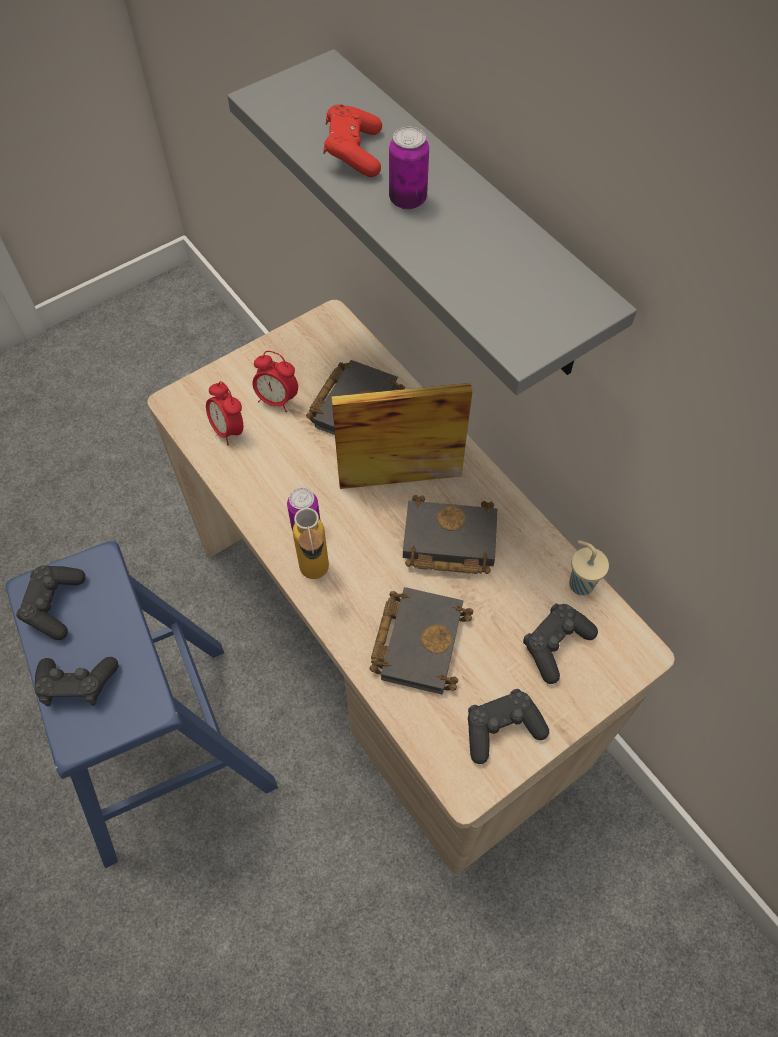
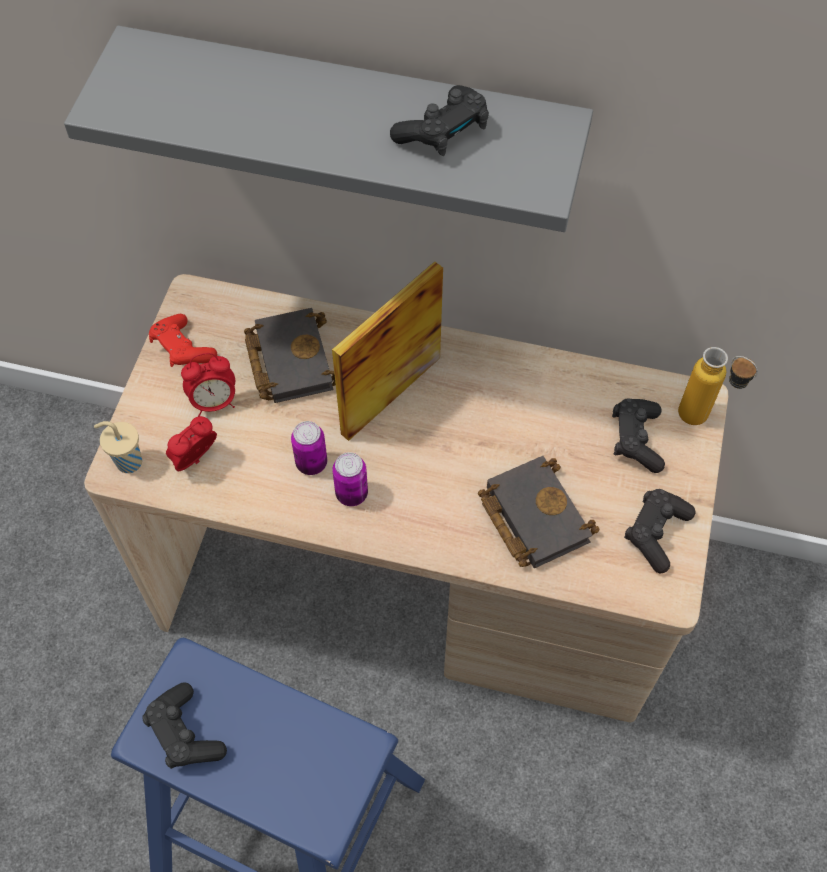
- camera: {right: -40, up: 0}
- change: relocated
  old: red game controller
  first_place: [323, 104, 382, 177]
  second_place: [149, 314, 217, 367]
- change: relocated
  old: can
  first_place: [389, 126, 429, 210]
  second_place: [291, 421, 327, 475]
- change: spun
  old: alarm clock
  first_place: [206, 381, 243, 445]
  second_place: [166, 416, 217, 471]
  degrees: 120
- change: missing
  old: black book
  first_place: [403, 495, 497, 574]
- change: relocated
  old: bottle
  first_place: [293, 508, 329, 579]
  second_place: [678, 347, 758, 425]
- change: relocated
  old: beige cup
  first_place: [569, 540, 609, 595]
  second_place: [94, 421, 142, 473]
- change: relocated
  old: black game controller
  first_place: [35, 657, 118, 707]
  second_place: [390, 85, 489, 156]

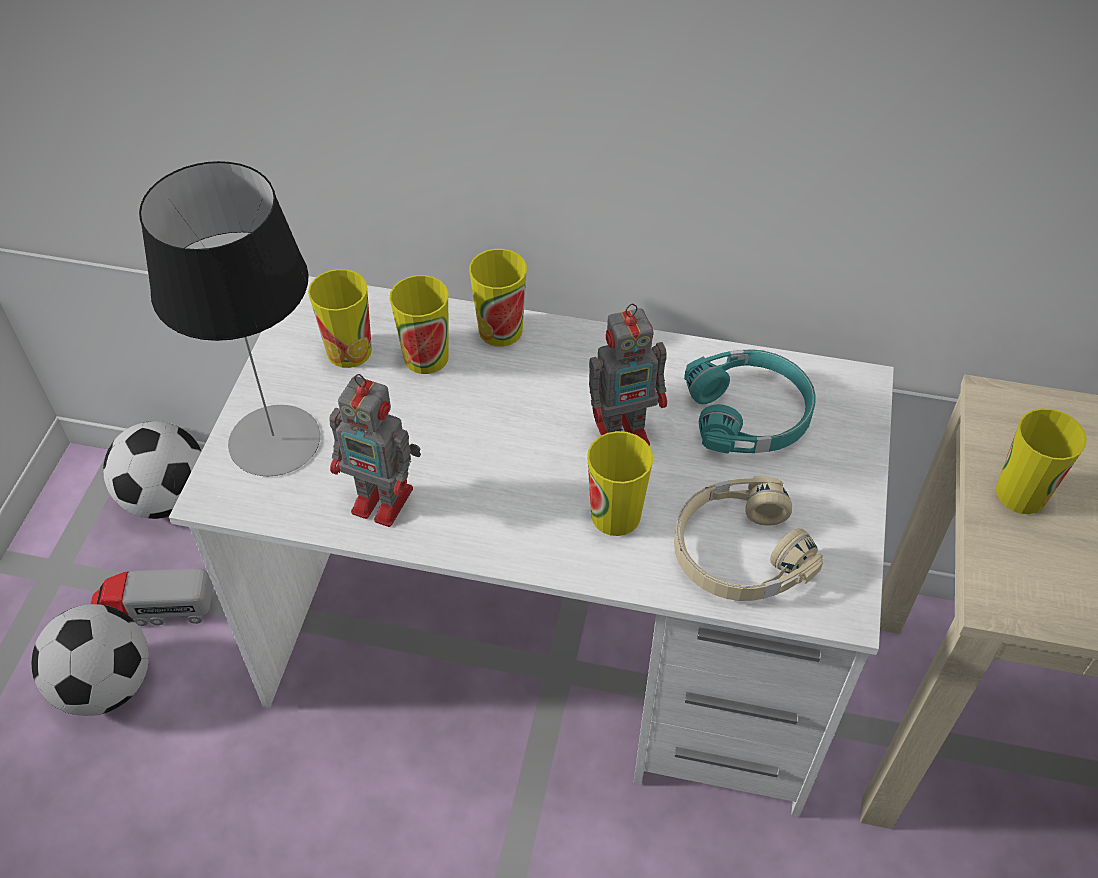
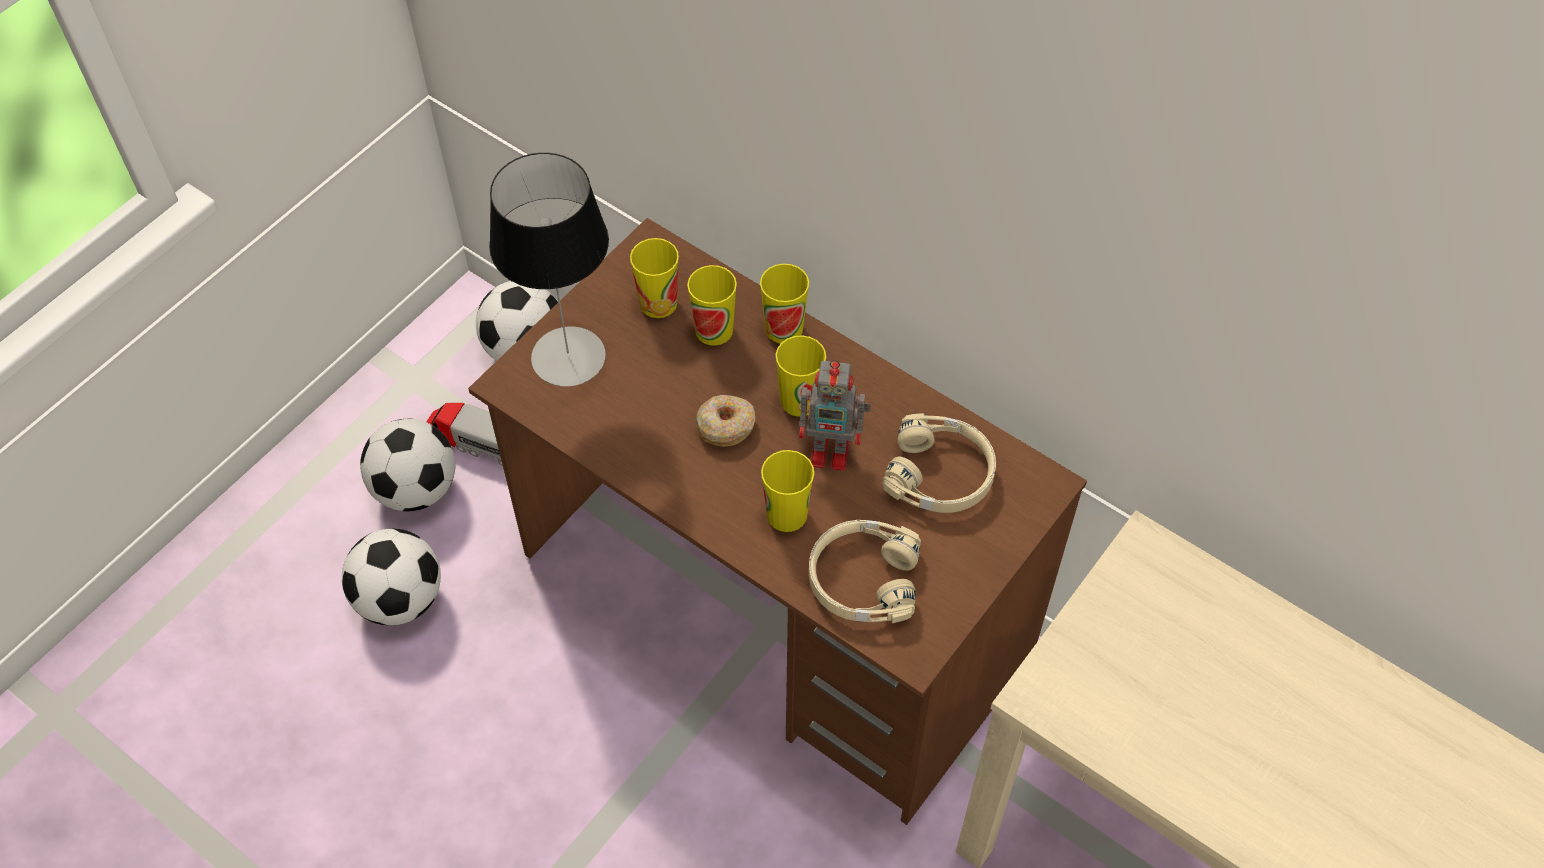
- camera: {right: 25, up: 5}
- change: colour
  old: white desk
  new: brown desk
  first_place: [169, 276, 894, 817]
  second_place: [468, 218, 1087, 825]
- change: colour
  old: turquoise headphones
  new: beige headphones
  first_place: [684, 349, 816, 454]
  second_place: [882, 413, 996, 513]
- change: missing
  old: toy robot
  first_place: [329, 374, 421, 527]
- change: relocated
  old: cup
  first_place: [996, 408, 1087, 514]
  second_place: [776, 335, 826, 417]
- change: appeared
  new: donut
  second_place: [695, 395, 755, 447]
- change: appeared
  new: football
  second_place: [342, 529, 441, 626]

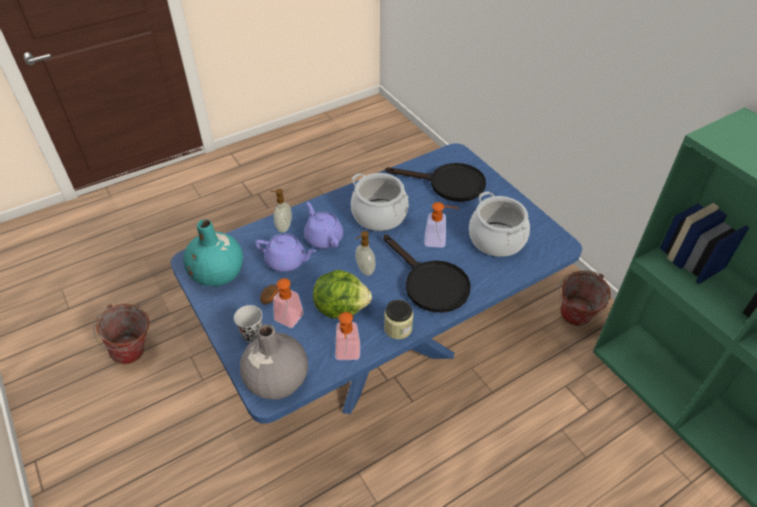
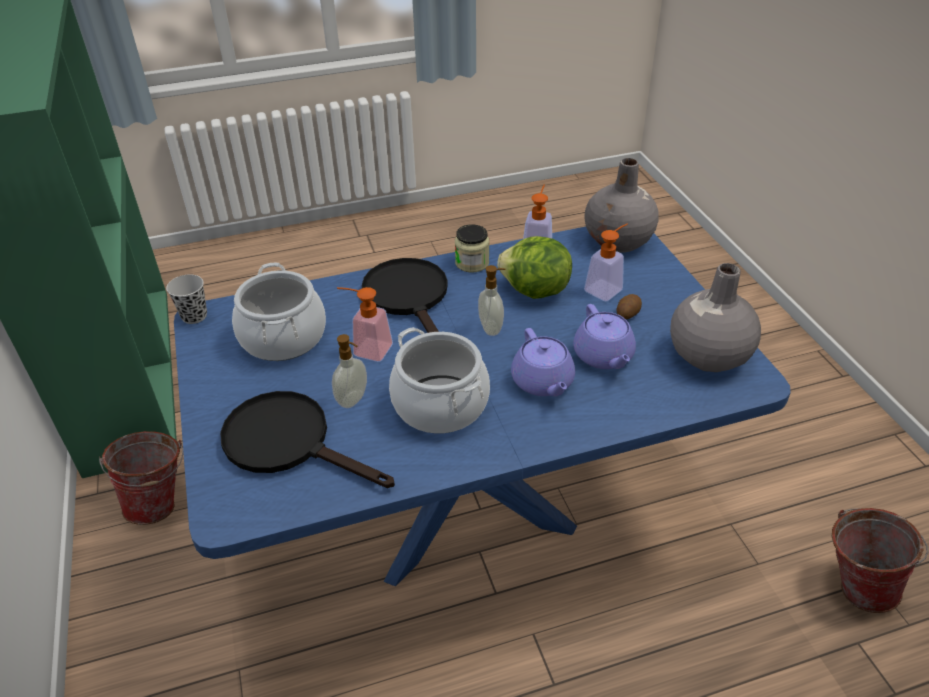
- camera: {right: -165, up: -5}
- change: relocated
  old: soap dispenser
  first_place: [270, 189, 292, 233]
  second_place: [332, 334, 367, 408]
- change: colour
  old: turquoise vase
  new: grey vase
  first_place: [183, 219, 243, 286]
  second_place: [670, 263, 761, 372]
- change: spun
  old: purple teapot
  first_place: [255, 234, 317, 272]
  second_place: [573, 304, 636, 369]
  degrees: -135
- change: relocated
  old: black cup
  first_place: [234, 305, 262, 343]
  second_place: [166, 274, 207, 324]

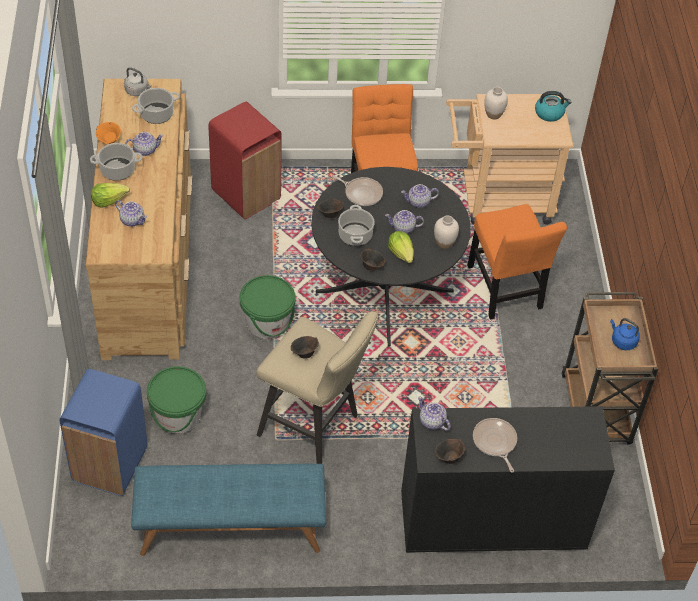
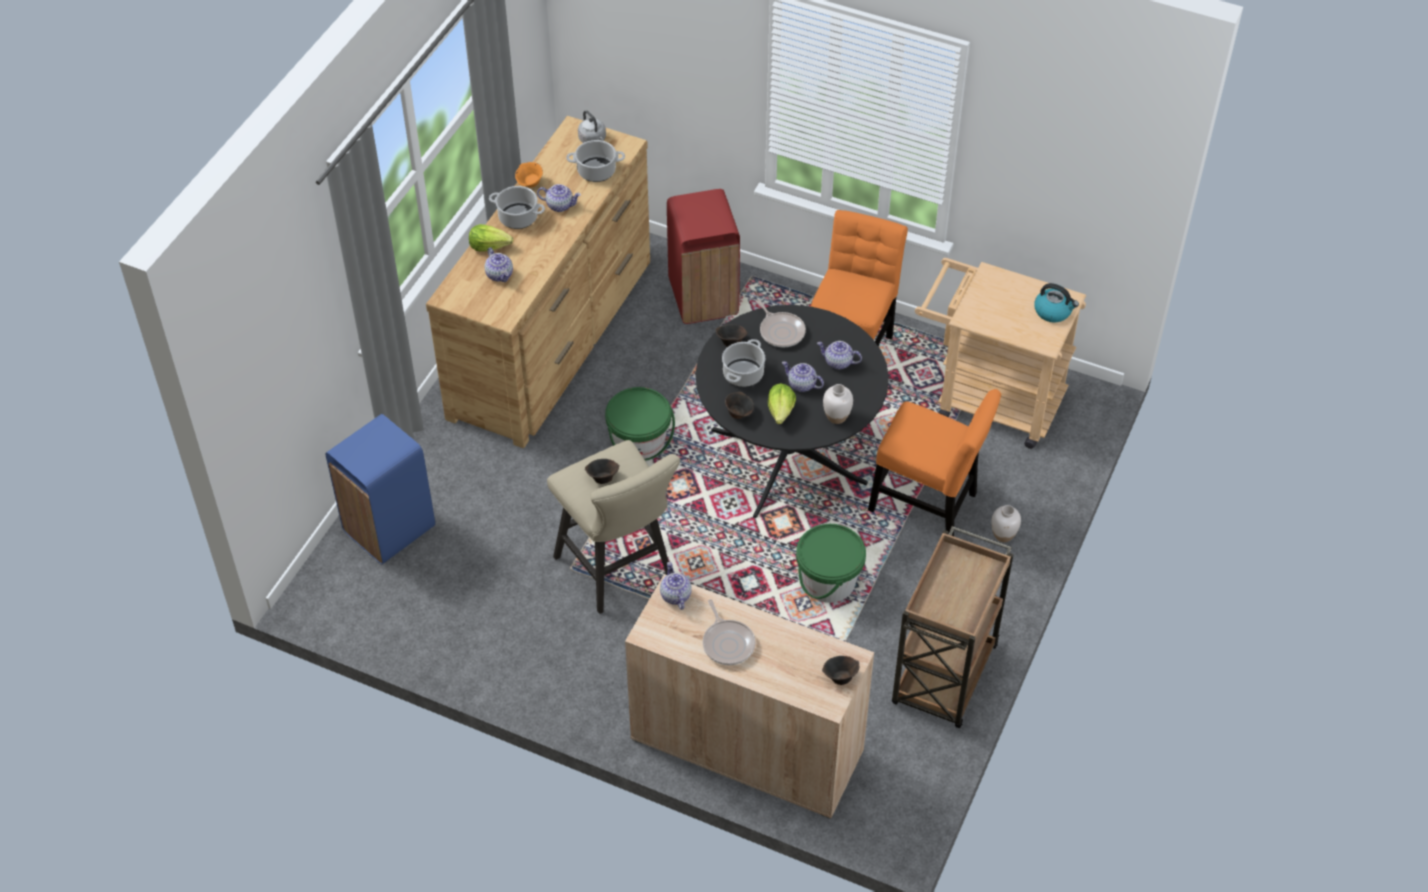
- camera: {right: 30, up: 0}
- change: relocated
  old: white vase
  first_place: [484, 87, 508, 120]
  second_place: [991, 505, 1021, 542]
- change: spun
  old: orange chair
  first_place: [467, 204, 567, 320]
  second_place: [868, 389, 1001, 536]
  degrees: -75
- change: missing
  old: blue kettle
  first_place: [610, 318, 640, 350]
- change: relocated
  old: green bucket
  first_place: [147, 366, 206, 433]
  second_place: [796, 524, 866, 603]
- change: colour
  old: black cabinet
  new: beige cabinet
  first_place: [401, 406, 615, 553]
  second_place: [625, 574, 874, 819]
- change: spun
  old: frying pan
  first_place: [473, 418, 517, 472]
  second_place: [703, 599, 756, 665]
  degrees: 150
- change: relocated
  old: brown bowl
  first_place: [435, 439, 465, 464]
  second_place: [822, 656, 859, 685]
- change: missing
  old: blue bench
  first_place: [131, 464, 326, 556]

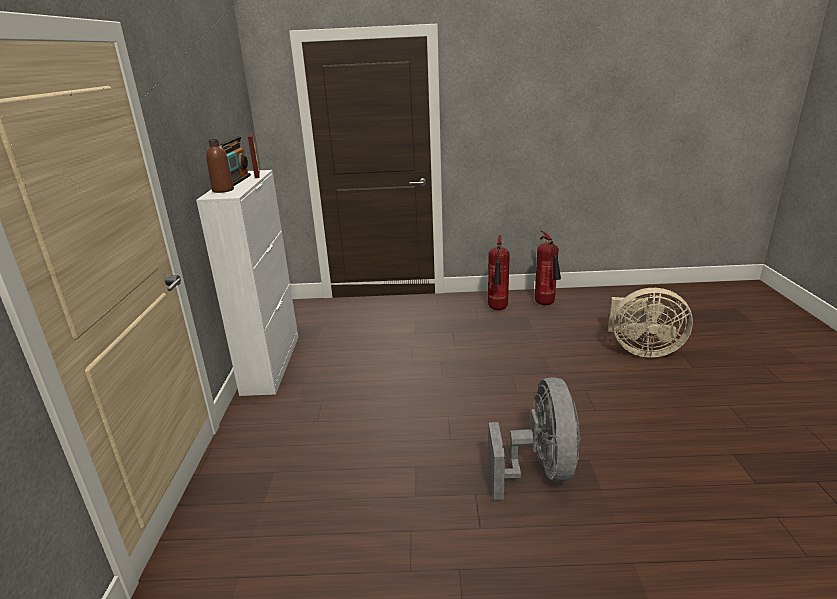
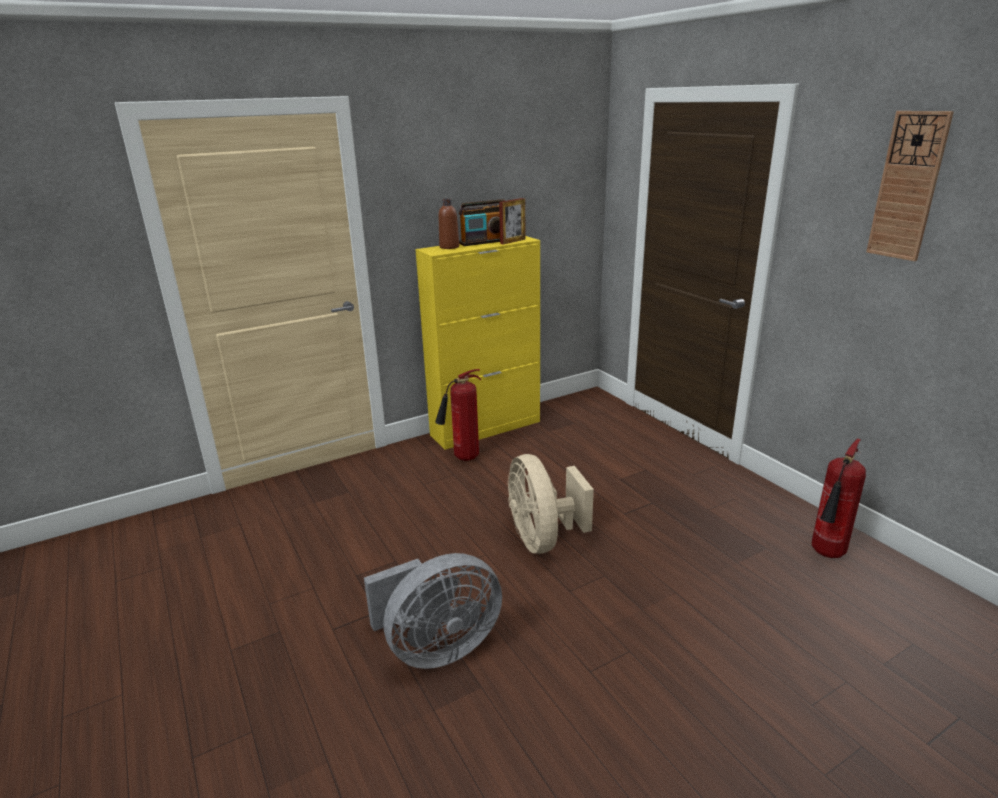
- camera: {right: 60, up: 0}
- change: colour
  old: white cabinet
  new: yellow cabinet
  first_place: [196, 170, 298, 396]
  second_place: [415, 236, 540, 450]
- change: relocated
  old: fire extinguisher
  first_place: [488, 235, 510, 310]
  second_place: [435, 369, 481, 461]
- change: relocated
  old: beige fan
  first_place: [608, 288, 693, 358]
  second_place: [508, 454, 594, 554]
- change: appeared
  new: wall clock
  second_place: [866, 111, 954, 261]

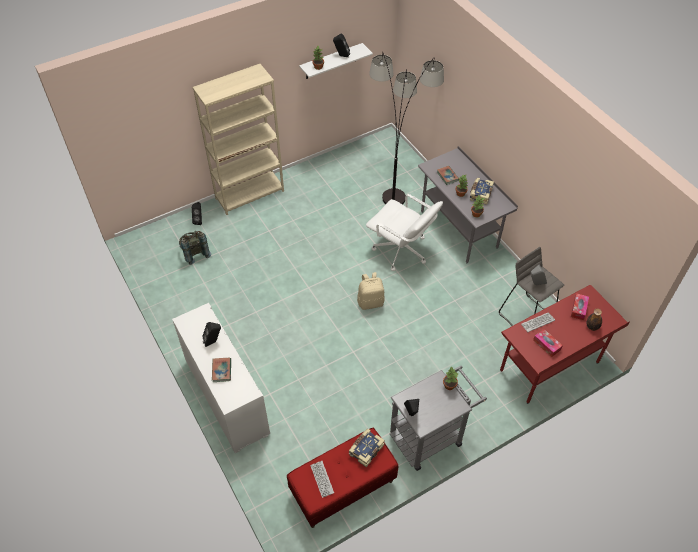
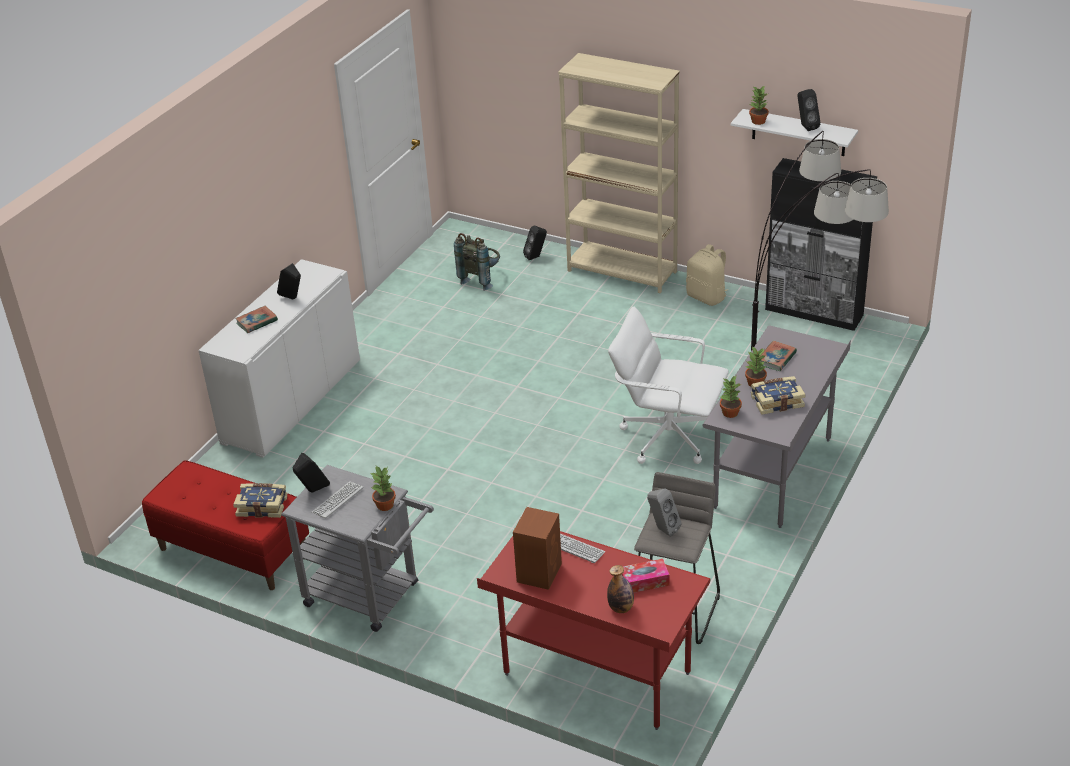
- camera: {right: 60, up: -15}
- change: spun
  old: white office chair
  first_place: [366, 194, 443, 271]
  second_place: [608, 307, 729, 464]
  degrees: 105
- change: relocated
  old: beige backpack
  first_place: [357, 272, 385, 310]
  second_place: [686, 244, 728, 306]
- change: exchanged
  old: tissue box
  new: brown speaker
  first_place: [533, 329, 563, 357]
  second_place: [513, 507, 562, 590]
- change: relocated
  old: keyboard
  first_place: [310, 461, 334, 498]
  second_place: [312, 481, 363, 519]
- change: appeared
  new: black cabinet
  second_place: [765, 158, 877, 331]

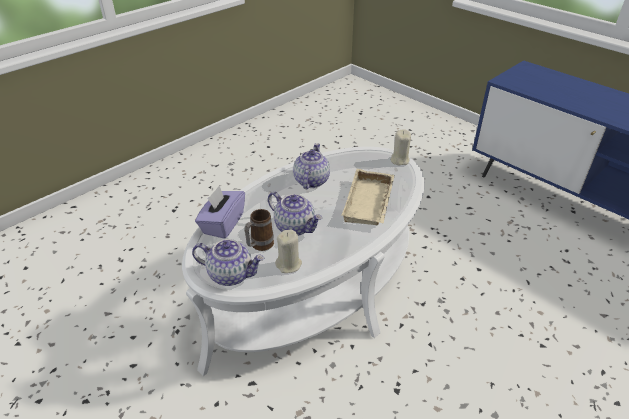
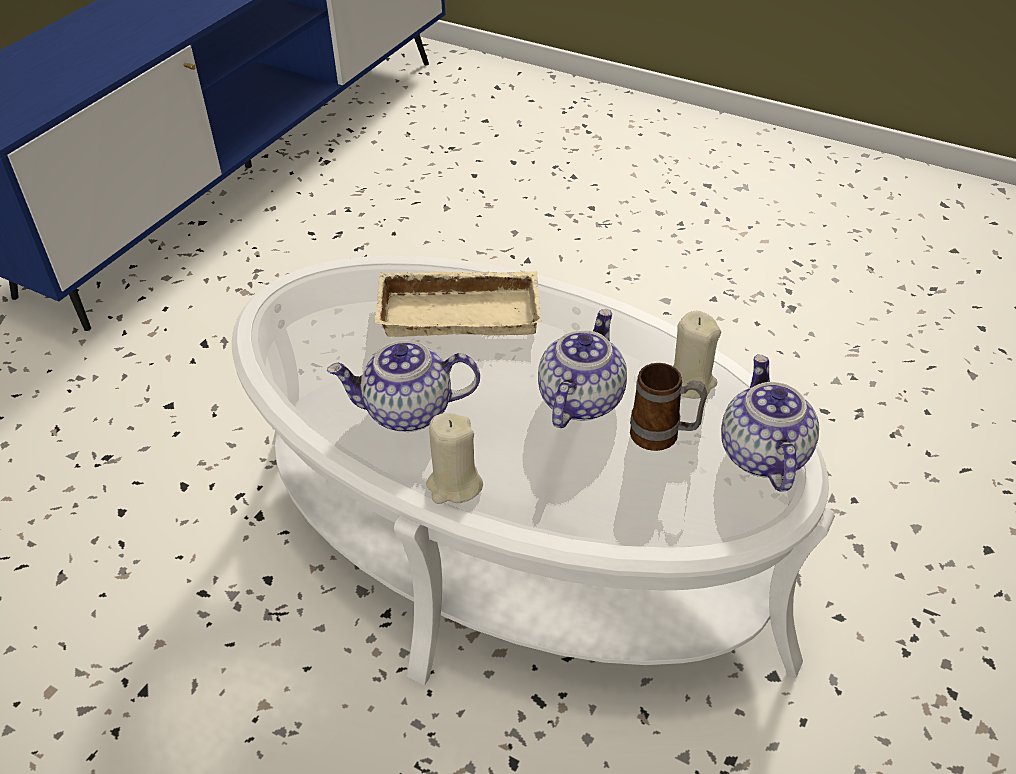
- camera: {right: -105, up: 5}
- change: relocated
  old: beige candle
  first_place: [390, 129, 411, 165]
  second_place: [426, 413, 483, 504]
- change: missing
  old: purple tissue box
  first_place: [195, 186, 245, 239]

